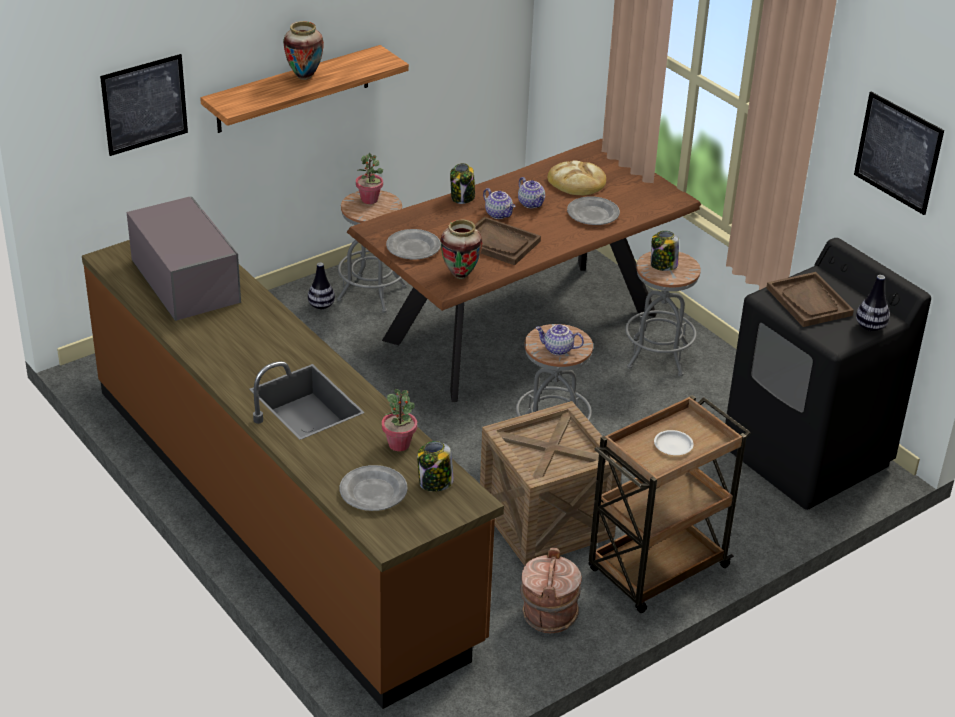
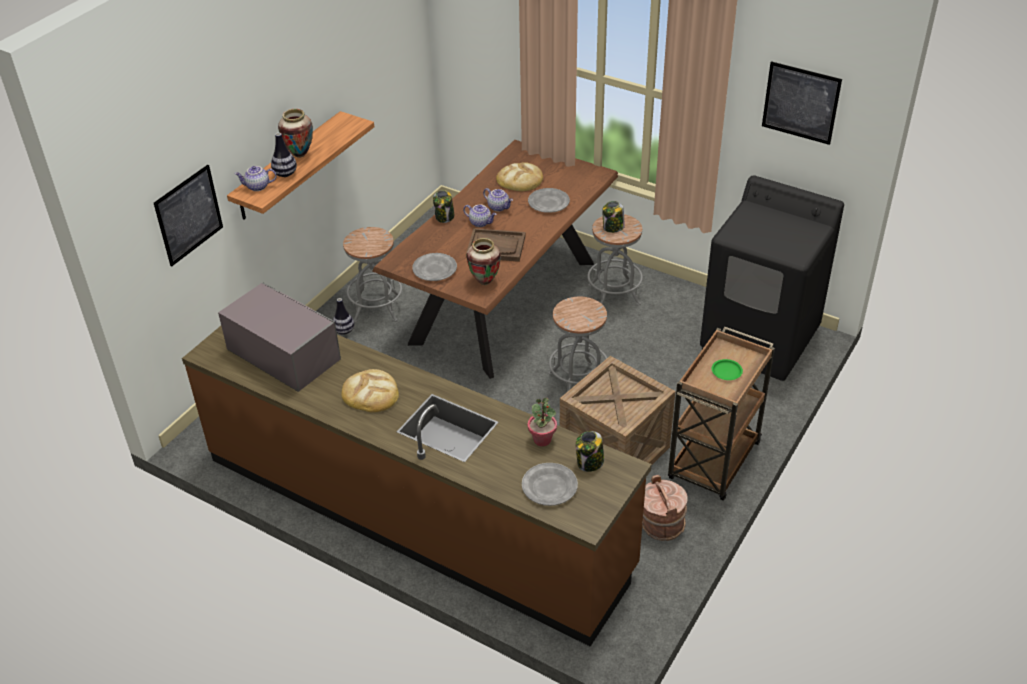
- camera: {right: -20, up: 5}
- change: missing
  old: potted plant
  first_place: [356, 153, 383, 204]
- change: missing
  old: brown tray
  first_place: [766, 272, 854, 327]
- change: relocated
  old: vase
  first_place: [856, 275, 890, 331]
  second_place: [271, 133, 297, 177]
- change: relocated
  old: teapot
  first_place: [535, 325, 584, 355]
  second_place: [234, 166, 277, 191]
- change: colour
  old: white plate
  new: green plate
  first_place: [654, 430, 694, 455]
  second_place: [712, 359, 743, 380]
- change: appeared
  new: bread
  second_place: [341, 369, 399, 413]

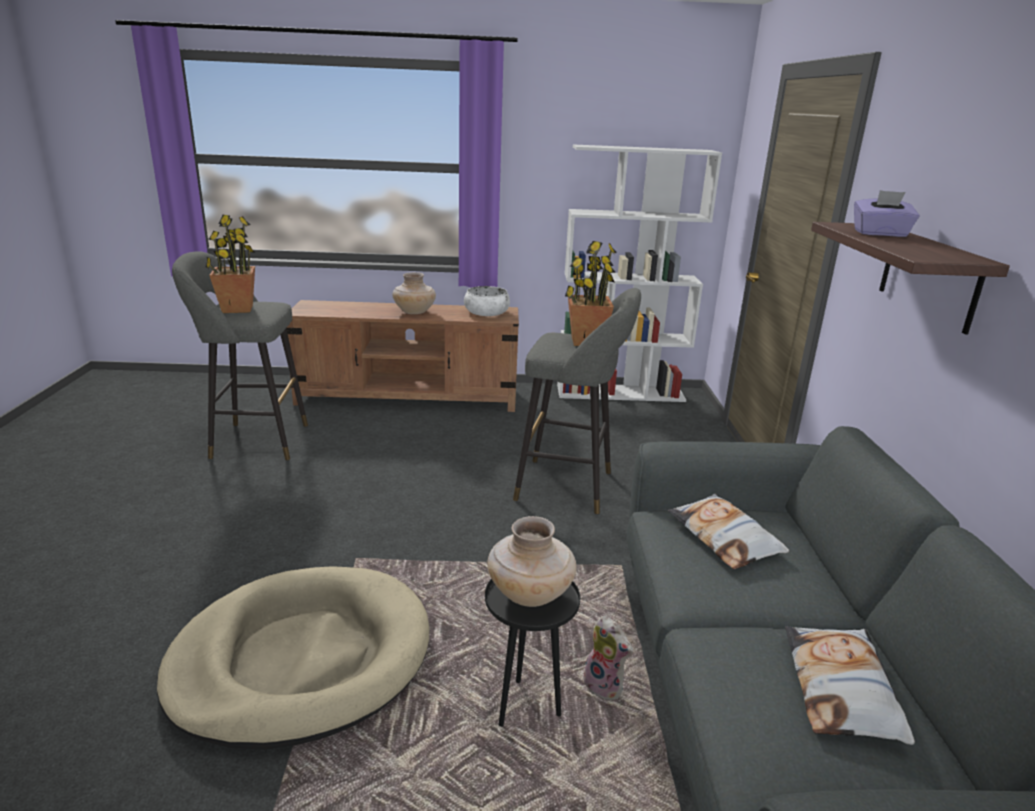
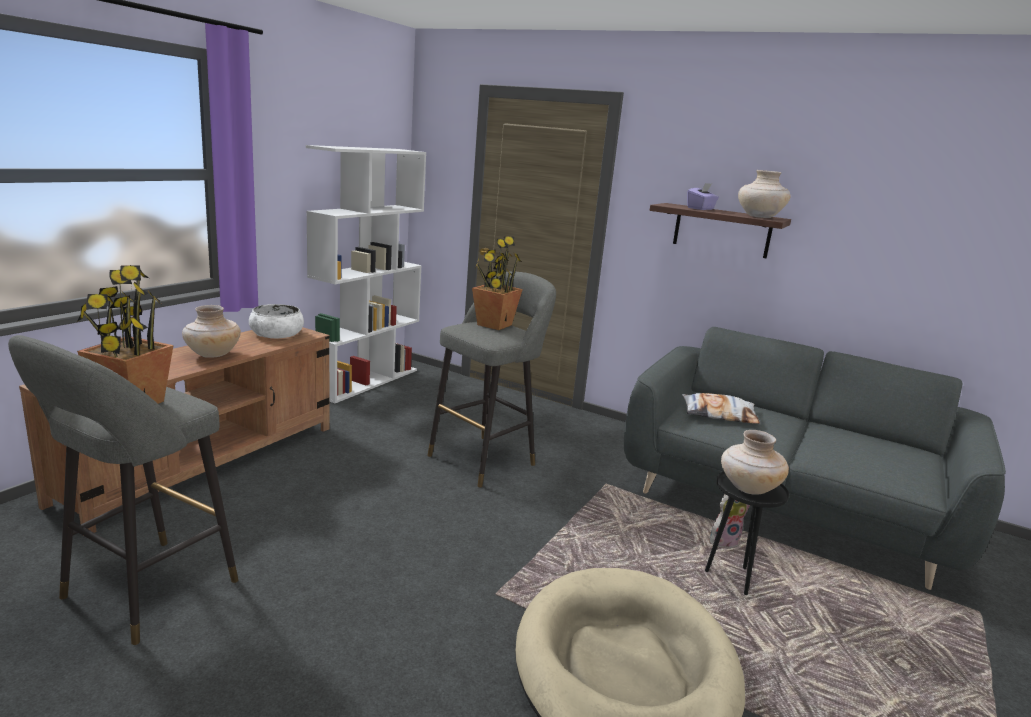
- camera: {right: -60, up: -5}
- change: missing
  old: pillow
  first_place: [785, 626, 915, 745]
- change: appeared
  new: beige vase
  second_place: [738, 170, 790, 218]

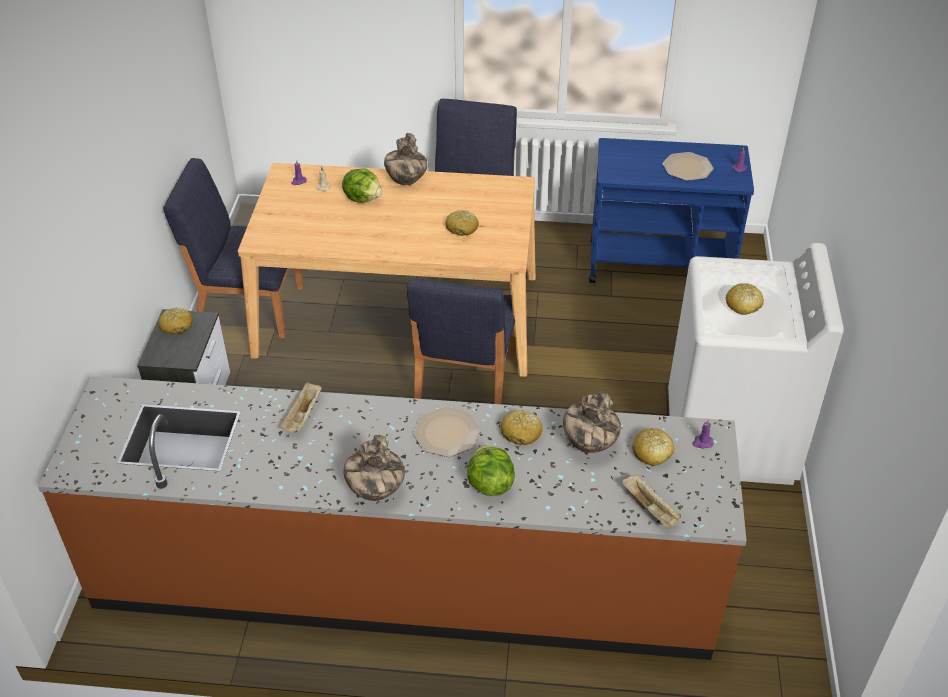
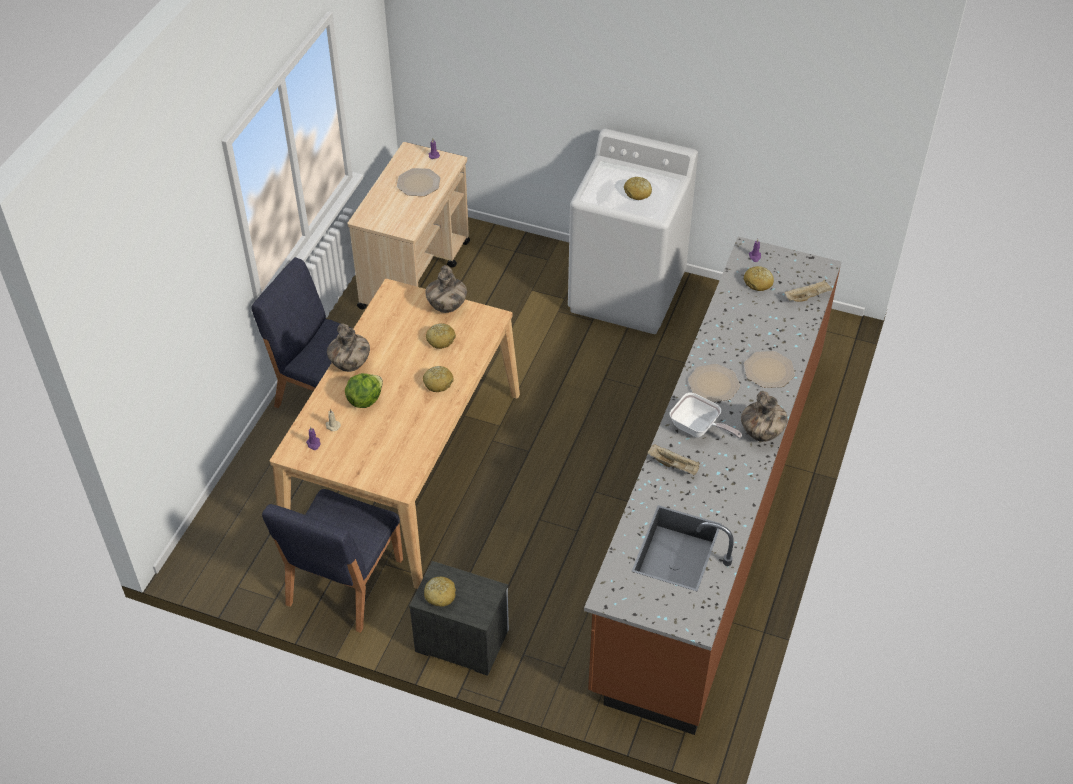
- camera: {right: -75, up: 5}
- change: colour
  old: blue cart
  new: beige cart
  first_place: [589, 138, 754, 283]
  second_place: [347, 142, 470, 310]
- change: missing
  old: blue chair
  first_place: [407, 278, 516, 404]
- change: relocated
  old: vase
  first_place: [563, 391, 621, 453]
  second_place: [425, 265, 467, 313]
- change: relocated
  old: bread
  first_place: [500, 410, 543, 445]
  second_place: [423, 366, 453, 392]
- change: exchanged
  old: lettuce
  new: plate
  first_place: [467, 446, 515, 496]
  second_place: [744, 351, 795, 388]
- change: appeared
  new: frying pan
  second_place: [670, 393, 742, 438]

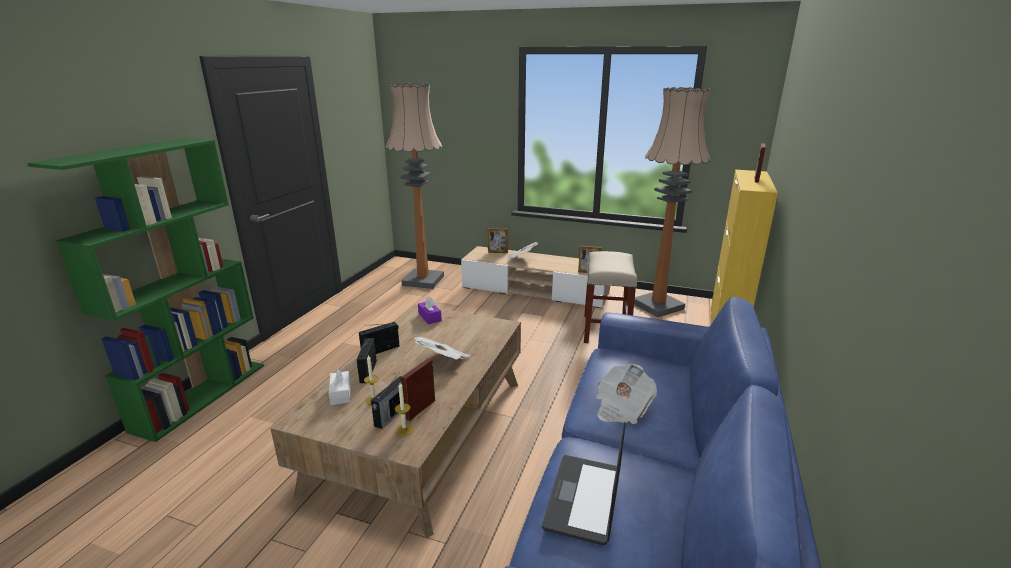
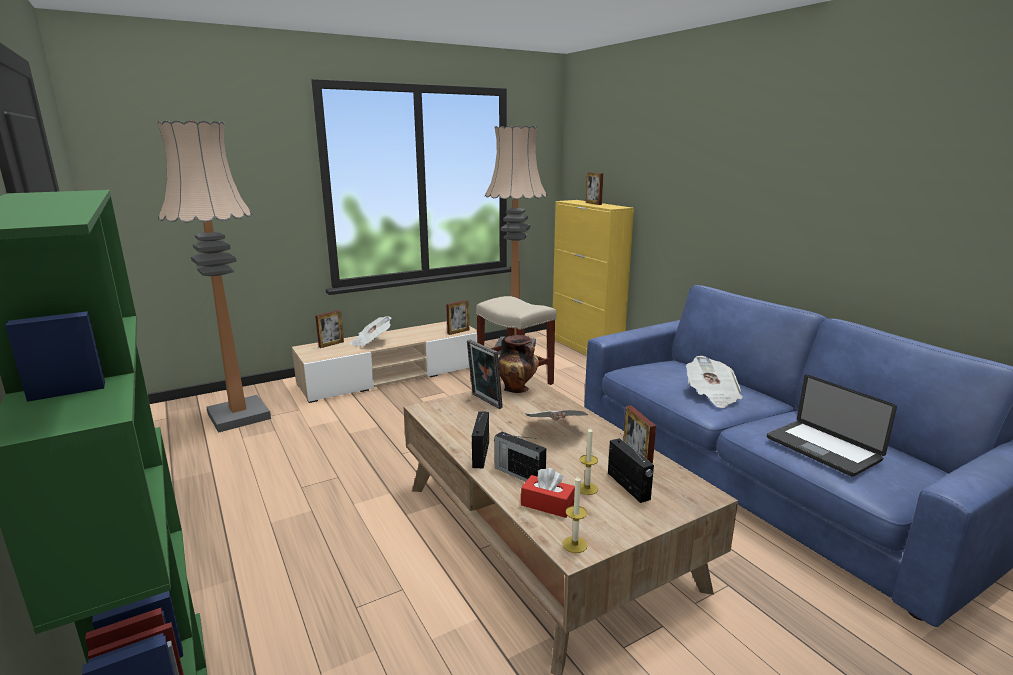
- camera: {right: -50, up: -5}
- change: missing
  old: purple tissue box
  first_place: [418, 296, 442, 324]
- change: colour
  old: white tissue box
  new: red tissue box
  first_place: [329, 368, 351, 405]
  second_place: [521, 468, 575, 518]
- change: relocated
  old: candle
  first_place: [395, 383, 414, 436]
  second_place: [562, 475, 588, 553]
- change: appeared
  new: vase
  second_place: [498, 335, 539, 393]
- change: appeared
  new: picture frame
  second_place: [467, 340, 503, 409]

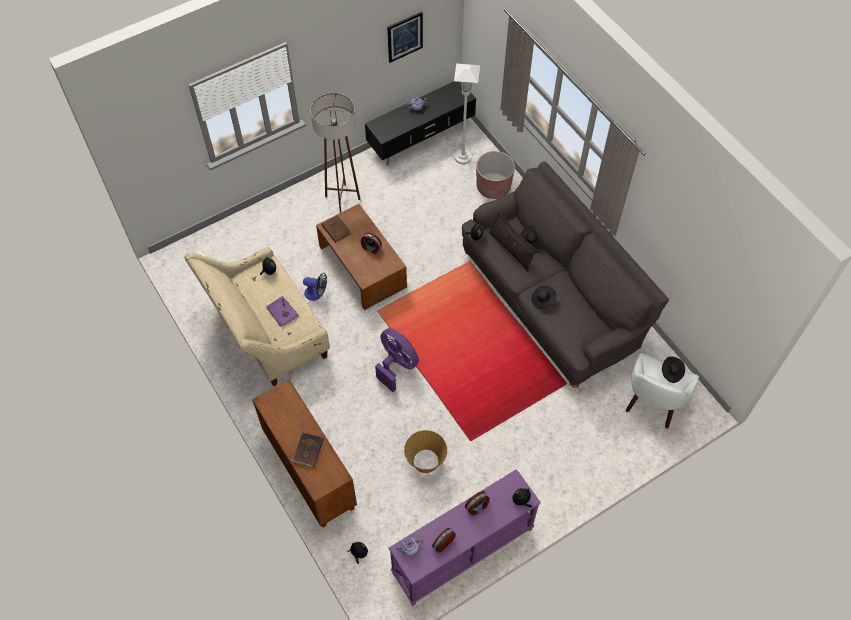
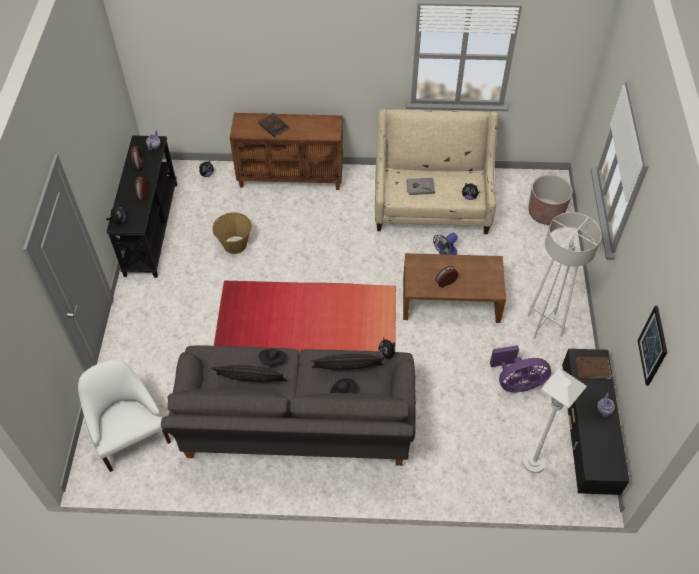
- camera: {right: 125, up: -5}
- change: colour
  old: brown floor lamp
  new: white floor lamp
  first_place: [311, 93, 361, 213]
  second_place: [527, 212, 602, 339]
- change: relocated
  old: brown planter
  first_place: [476, 151, 515, 199]
  second_place: [528, 175, 573, 225]
- change: relocated
  old: brown book
  first_place: [321, 215, 351, 243]
  second_place: [576, 357, 612, 379]
- change: colour
  old: purple book
  new: grey book
  first_place: [266, 296, 299, 327]
  second_place: [406, 178, 435, 195]
- change: relocated
  old: purple fan
  first_place: [375, 328, 419, 392]
  second_place: [490, 345, 551, 392]
- change: missing
  old: black hat
  first_place: [662, 357, 685, 383]
- change: colour
  old: purple console table
  new: black console table
  first_place: [389, 469, 541, 606]
  second_place: [107, 135, 177, 278]
- change: appeared
  new: pillow
  second_place: [211, 365, 287, 382]

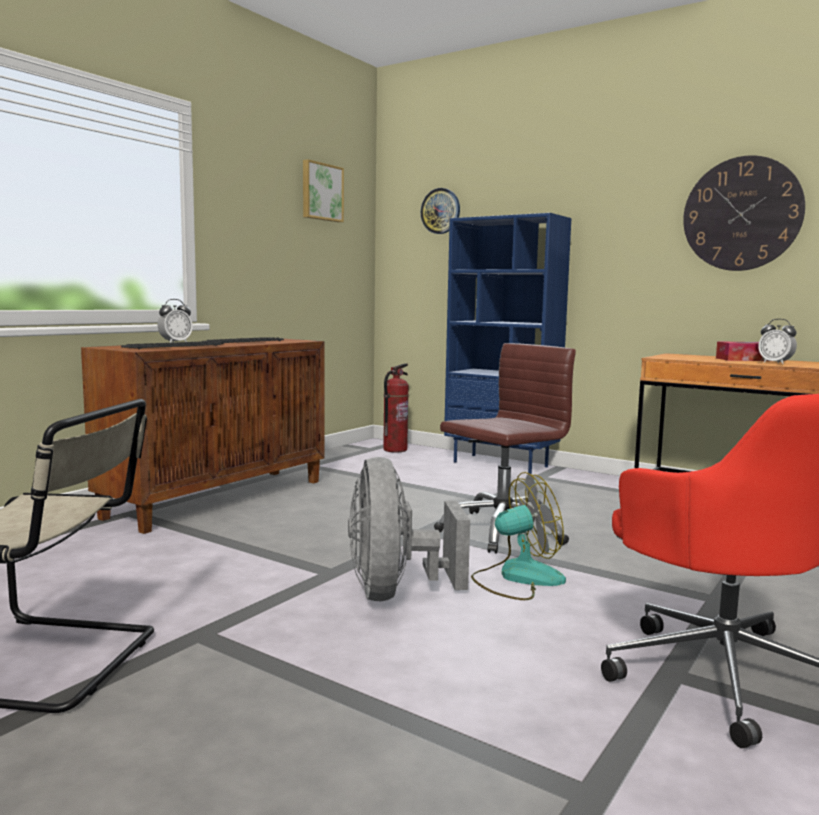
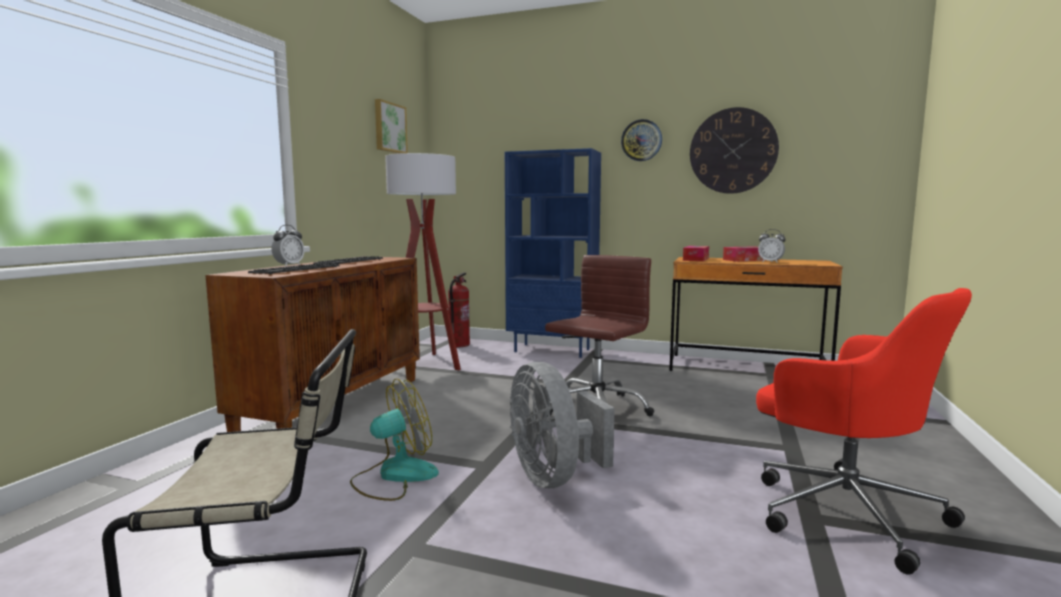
- camera: {right: -15, up: 0}
- change: relocated
  old: wall clock
  first_place: [421, 188, 460, 234]
  second_place: [621, 119, 662, 161]
- change: relocated
  old: fan
  first_place: [471, 472, 566, 600]
  second_place: [350, 379, 439, 501]
- change: appeared
  new: floor lamp
  second_place: [385, 153, 461, 370]
- change: appeared
  new: tissue box
  second_place: [683, 246, 709, 261]

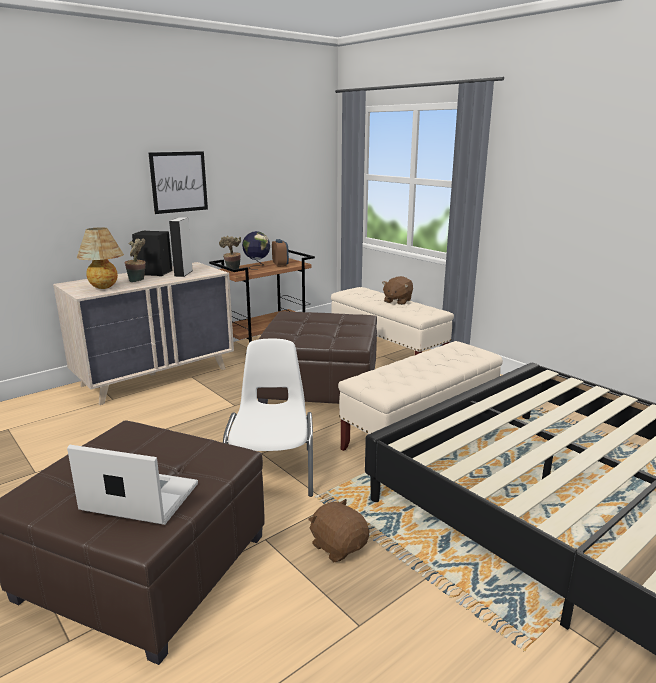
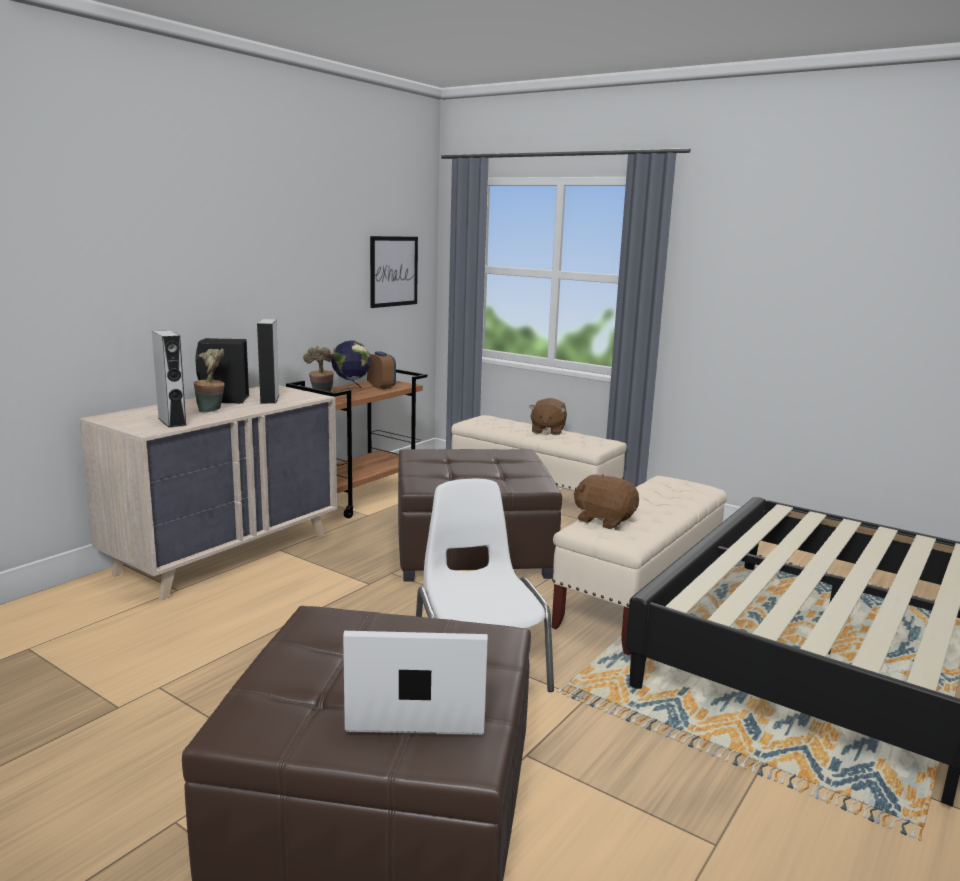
- camera: {right: -15, up: -5}
- change: relocated
  old: picture
  first_place: [149, 151, 208, 214]
  second_place: [370, 236, 418, 308]
- change: exchanged
  old: table lamp
  new: grey speaker
  first_place: [77, 227, 124, 289]
  second_place: [152, 330, 187, 428]
- change: relocated
  old: brown plush toy
  first_place: [308, 499, 370, 562]
  second_place: [574, 474, 639, 529]

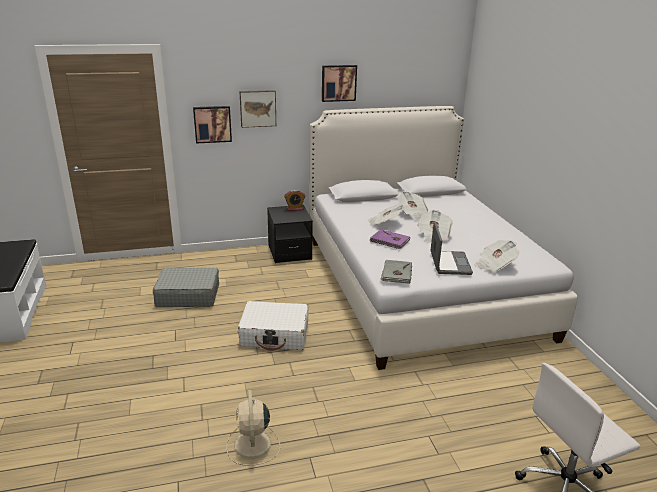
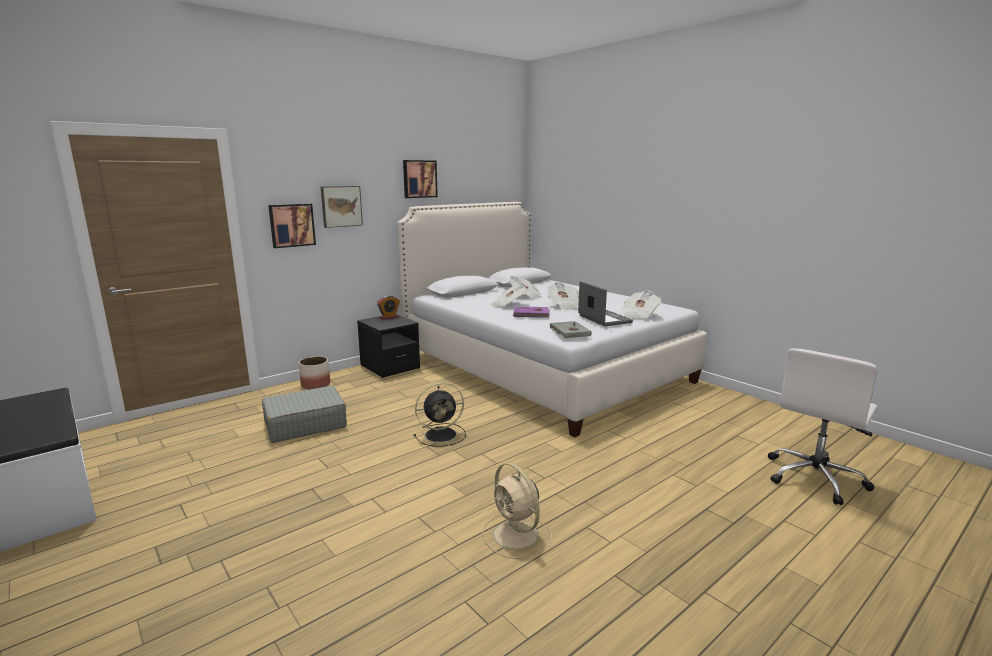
- camera: {right: -25, up: -10}
- change: exchanged
  old: white suitcase
  new: black fan
  first_place: [238, 301, 308, 351]
  second_place: [413, 383, 466, 446]
- change: appeared
  new: planter
  second_place: [299, 356, 330, 389]

